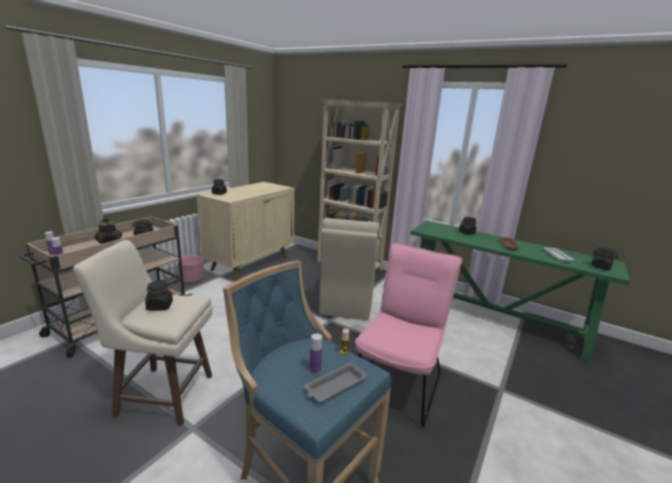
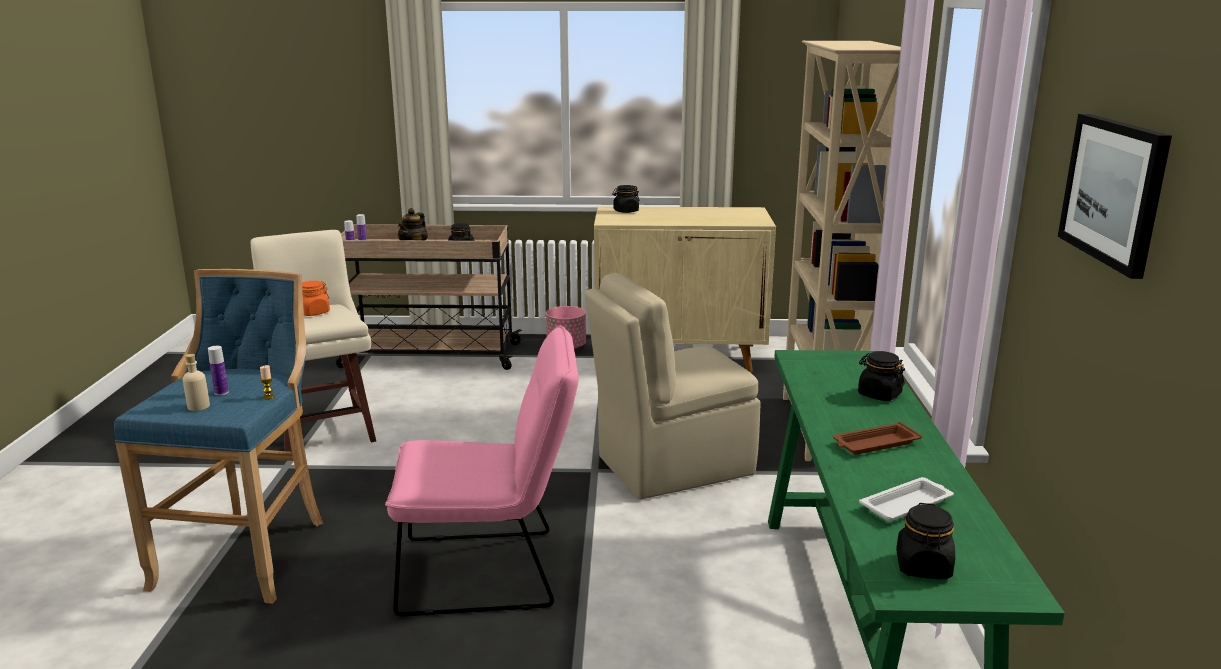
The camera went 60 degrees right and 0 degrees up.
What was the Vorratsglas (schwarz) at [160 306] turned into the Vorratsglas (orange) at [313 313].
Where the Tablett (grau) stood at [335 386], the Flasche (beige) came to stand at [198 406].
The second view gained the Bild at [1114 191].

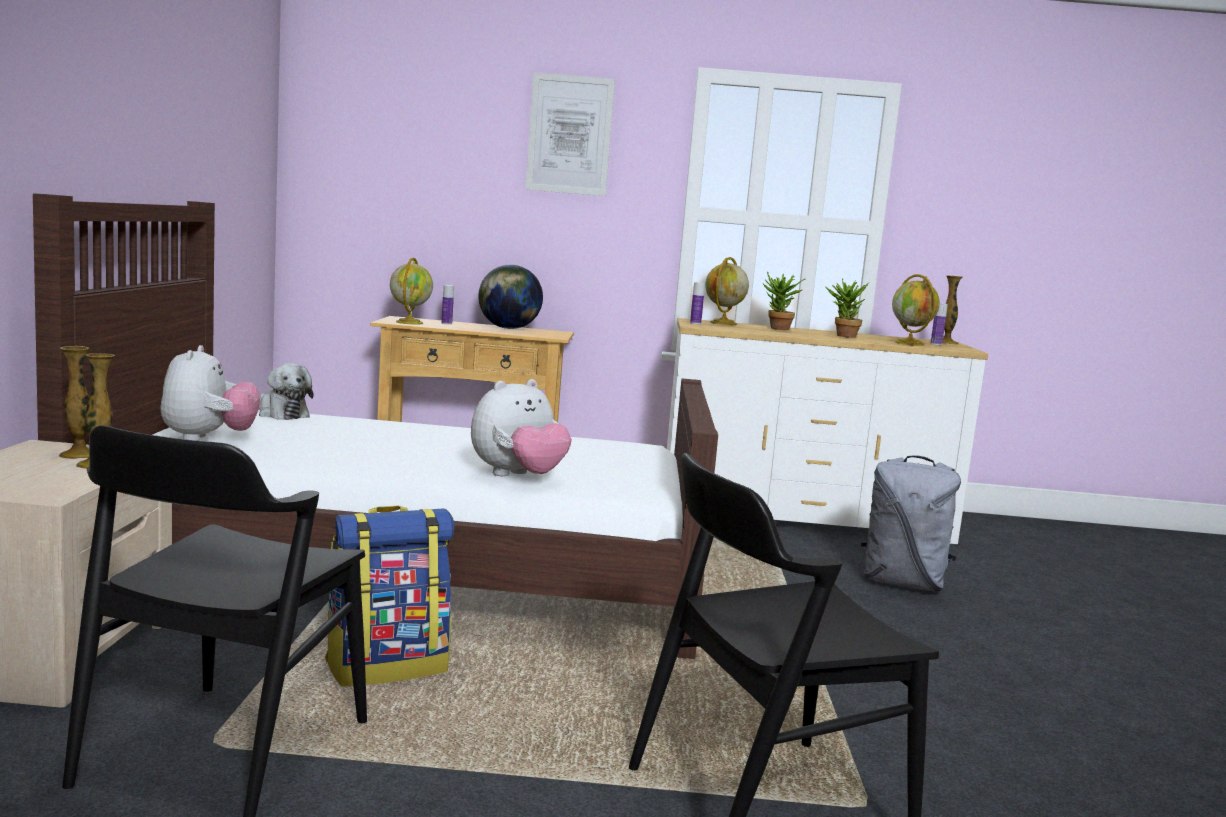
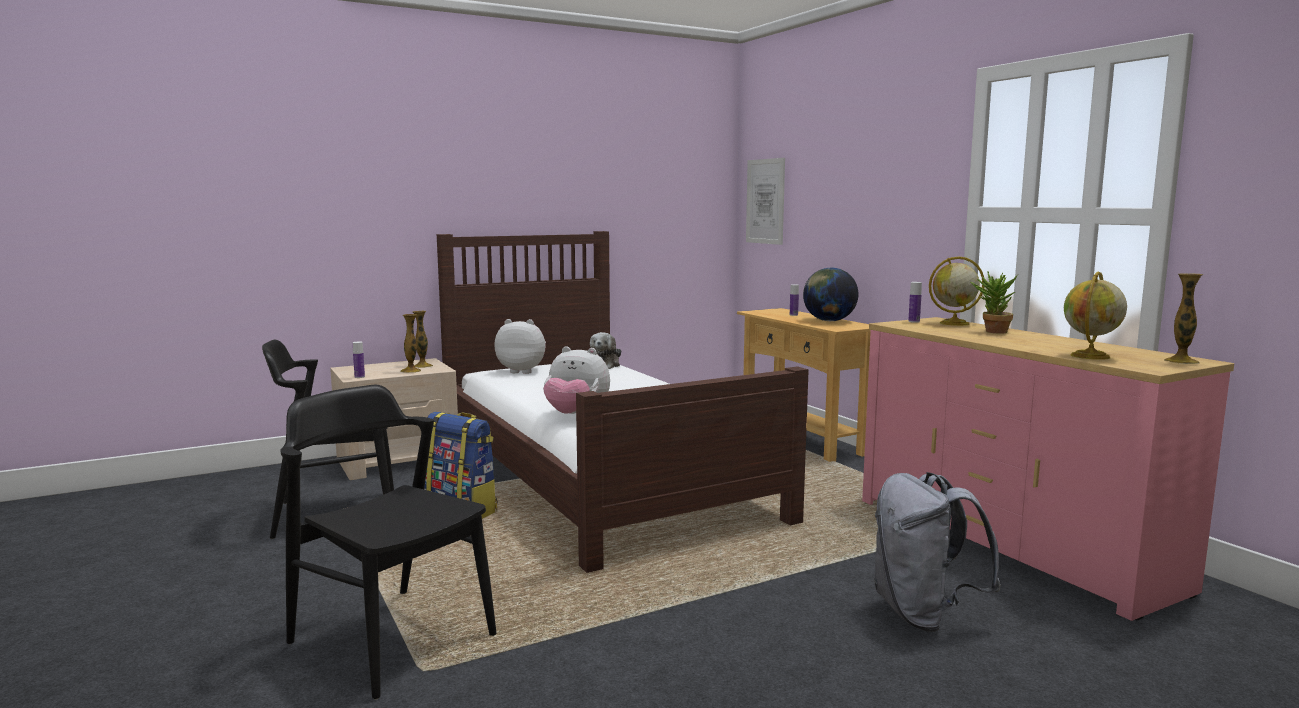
The camera went 60 degrees right and 0 degrees up.
The Bild ended up elsewhere, having gone from [570 135] to [765 201].
The second view lost the Globus at [409 322].
The second view lost the Topfpflanze at [842 336].
The Flasche ended up elsewhere, having gone from [936 344] to [359 377].
What was the Kommode (weiß) at [802 518] turned into the Kommode (rosa) at [1010 542].
The Plüschtier at [208 439] ended up facing another way, 135 degrees counterclockwise from before.

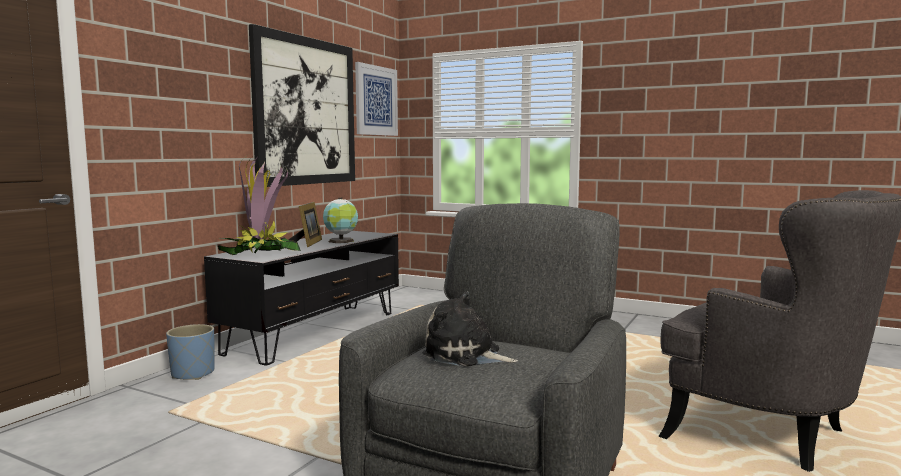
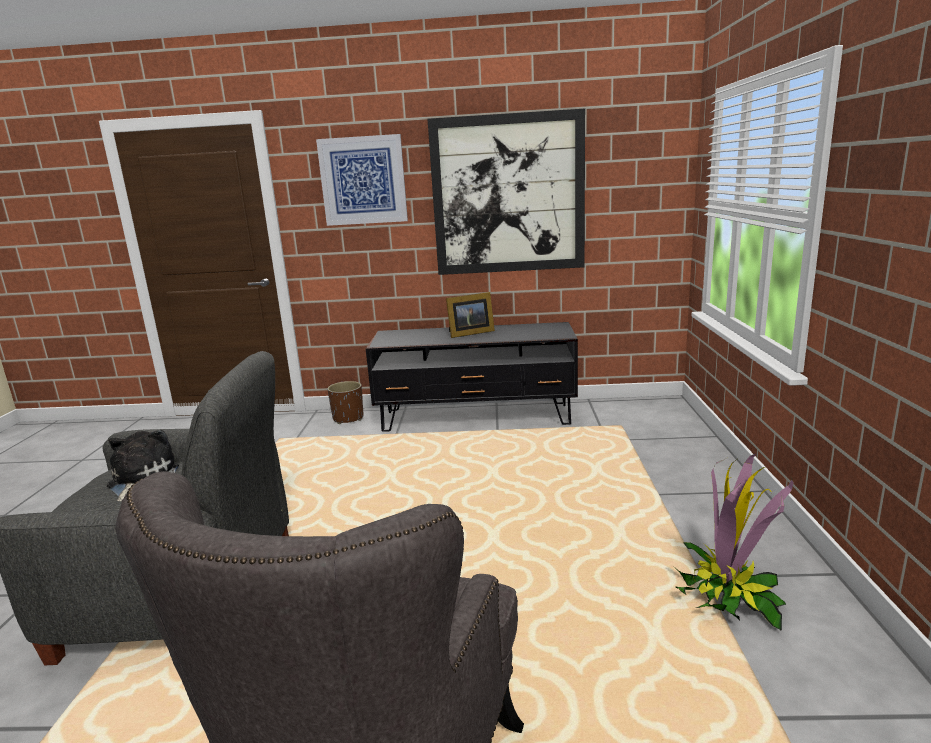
The camera went 65 degrees right and 10 degrees up.
The Bild ended up elsewhere, having gone from [376 100] to [363 180].
The Topfpflanze ended up elsewhere, having gone from [260 253] to [727 595].
The second view lost the Globus at [341 241].
What was the Pflanzkübel (blau) at [193 373] turned into the Pflanzkübel (braun) at [348 418].

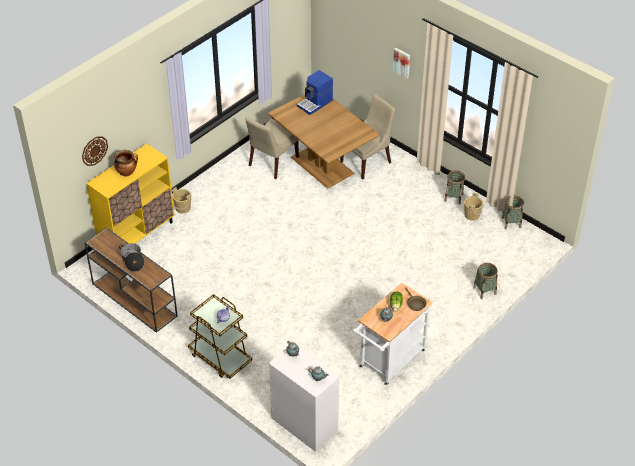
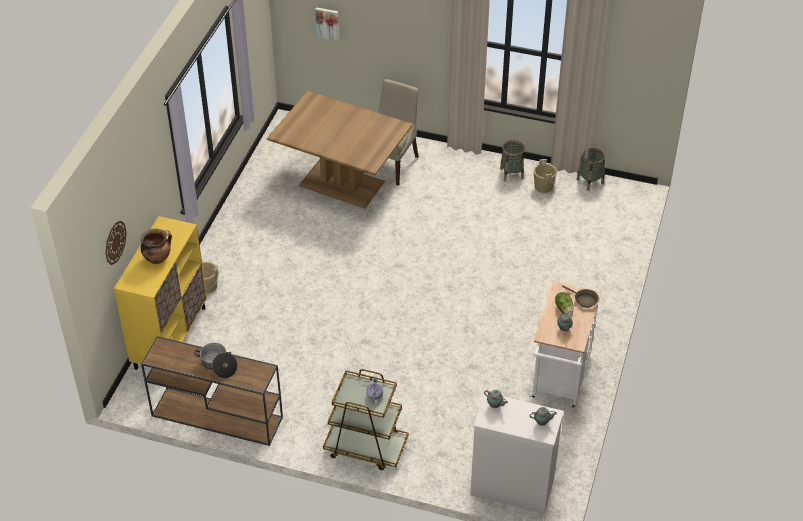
The camera went 25 degrees left and 0 degrees up.
The Bild ended up elsewhere, having gone from [402 62] to [327 23].
The second view lost the Kaffeemaschine at [315 103].
The second view lost the Stuhl (beige) at [272 163].
The second view lost the Korb at [484 290].

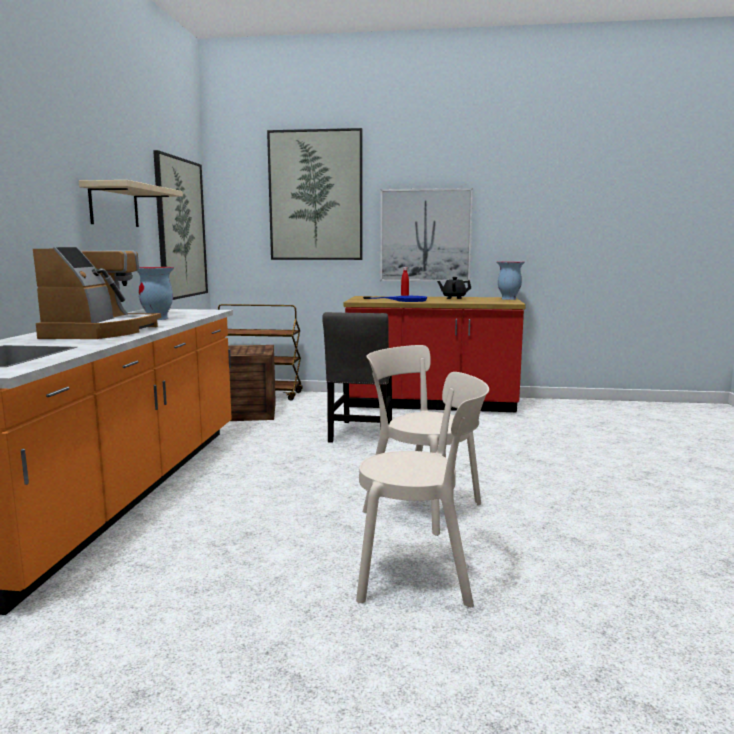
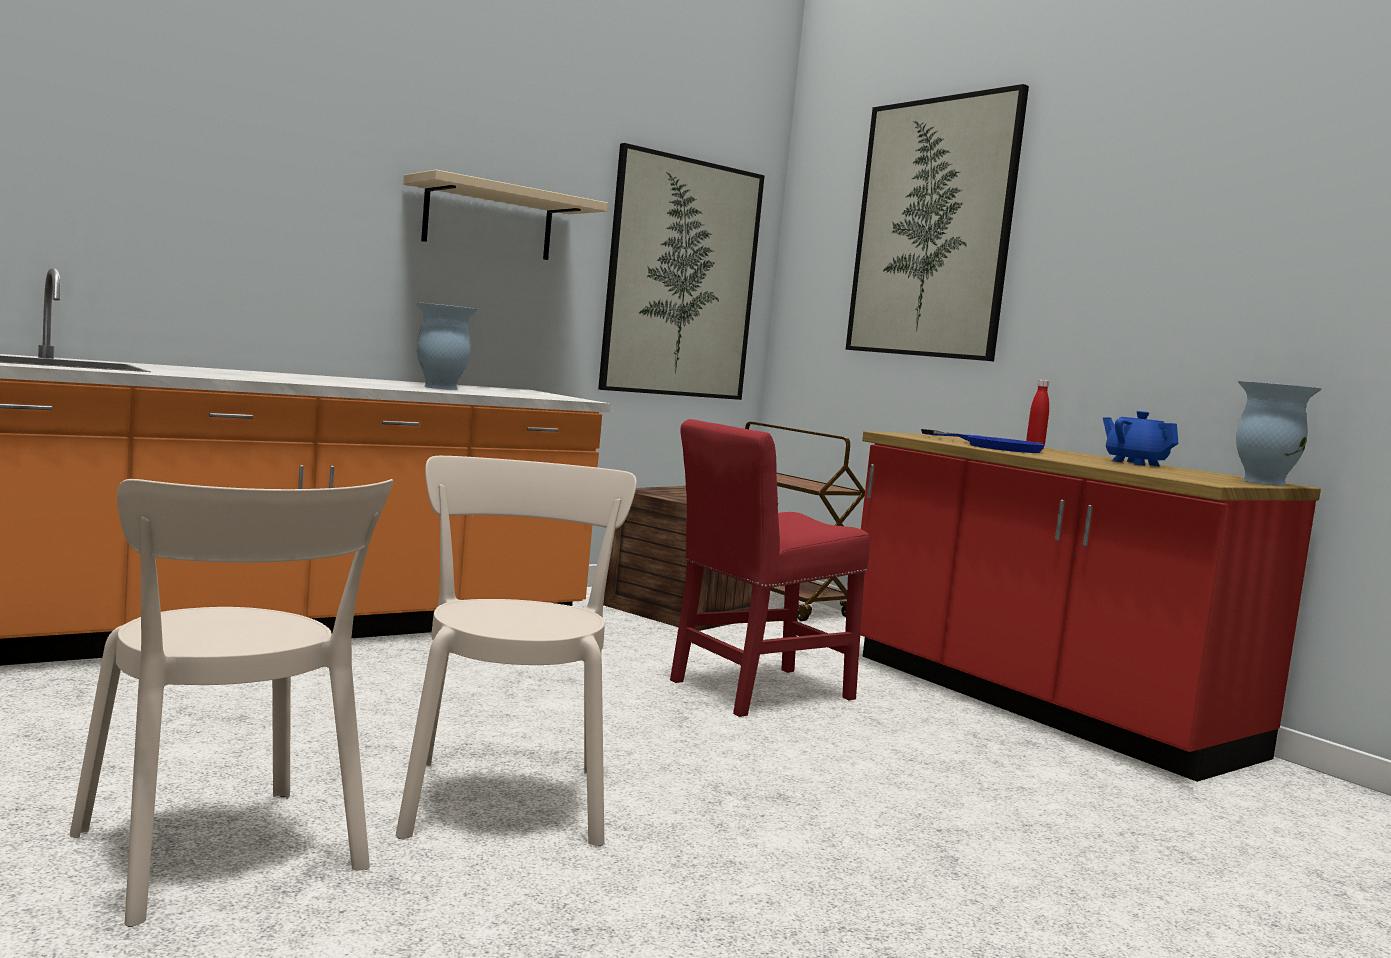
The camera went 45 degrees right and 5 degrees down.
The second view lost the Bild at [425 235].
The second view lost the Kaffeemaschine at [101 332].
What was the Teekanne (schwarz) at [453 298] turned into the Teekanne (blau) at [1135 463].
What was the Stuhl (grau) at [361 434] turned into the Stuhl (rot) at [755 691].

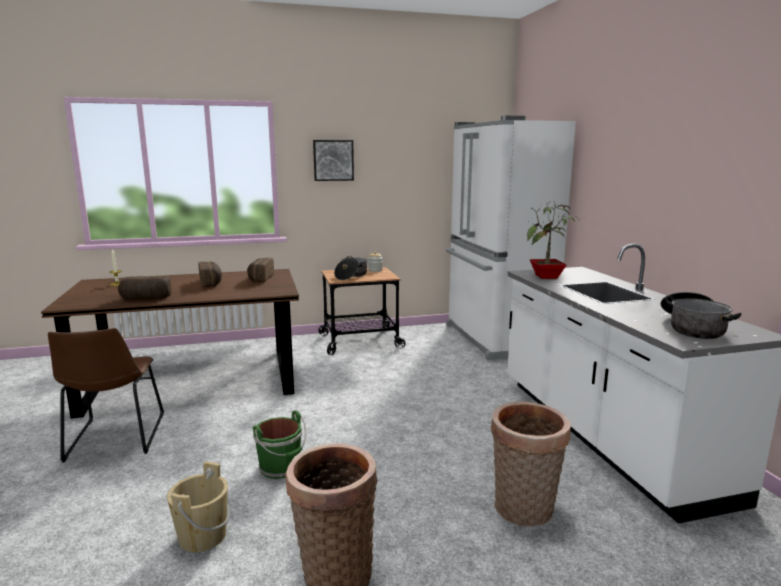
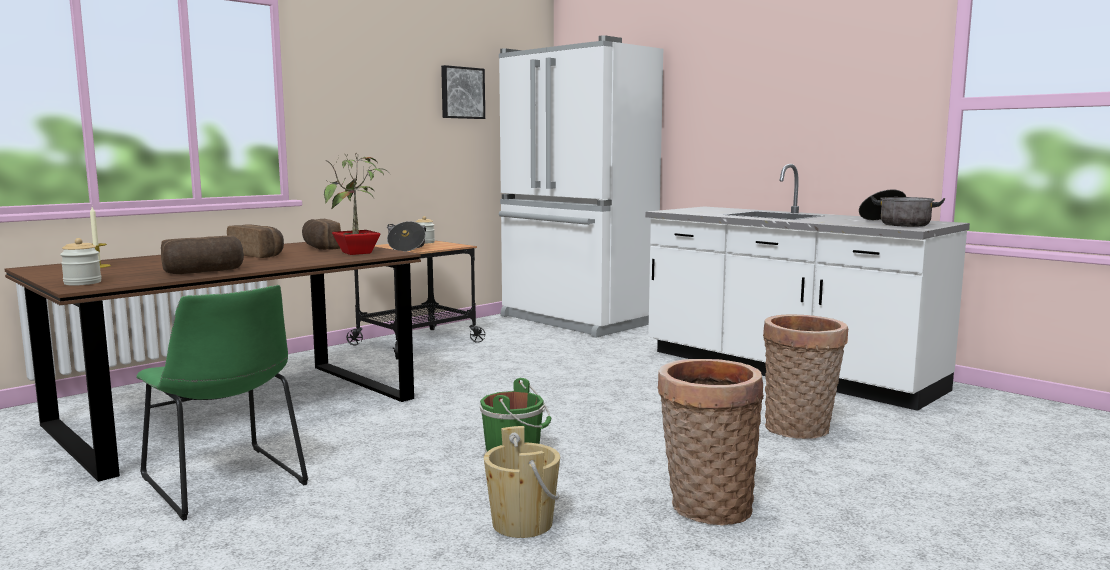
The camera went 30 degrees left and 5 degrees down.
The Bild ended up elsewhere, having gone from [333 160] to [461 93].
The Topfpflanze ended up elsewhere, having gone from [547 277] to [357 253].
What was the Stuhl (braun) at [115 439] turned into the Stuhl (grün) at [226 483].
The second view gained the Vorratsglas at [82 283].

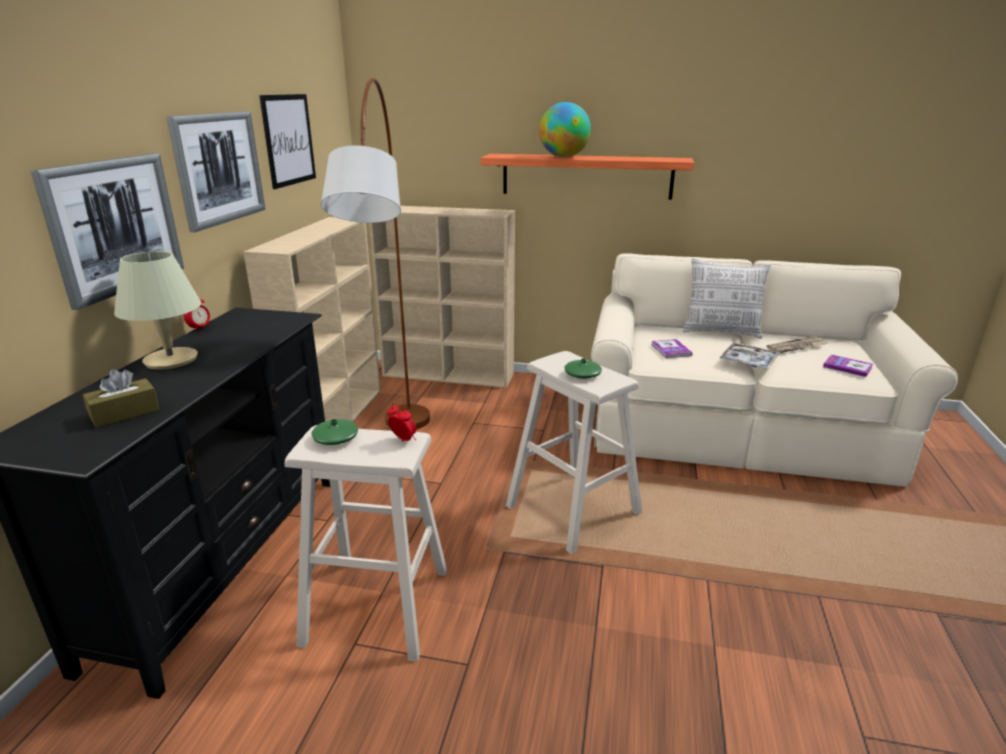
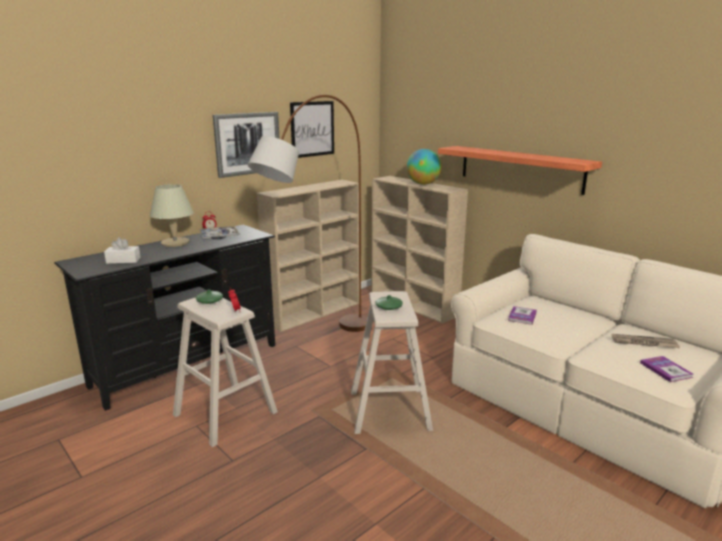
The camera went 35 degrees right and 5 degrees down.
The Globus ended up elsewhere, having gone from [563 157] to [423 184].
The second view lost the Bild at [115 226].
The second view lost the Kissen at [721 332].
The Tablett ended up elsewhere, having gone from [748 362] to [219 237].
What was the Taschentuchbox (braun) at [125 413] turned into the Taschentuchbox (weiß) at [123 260].

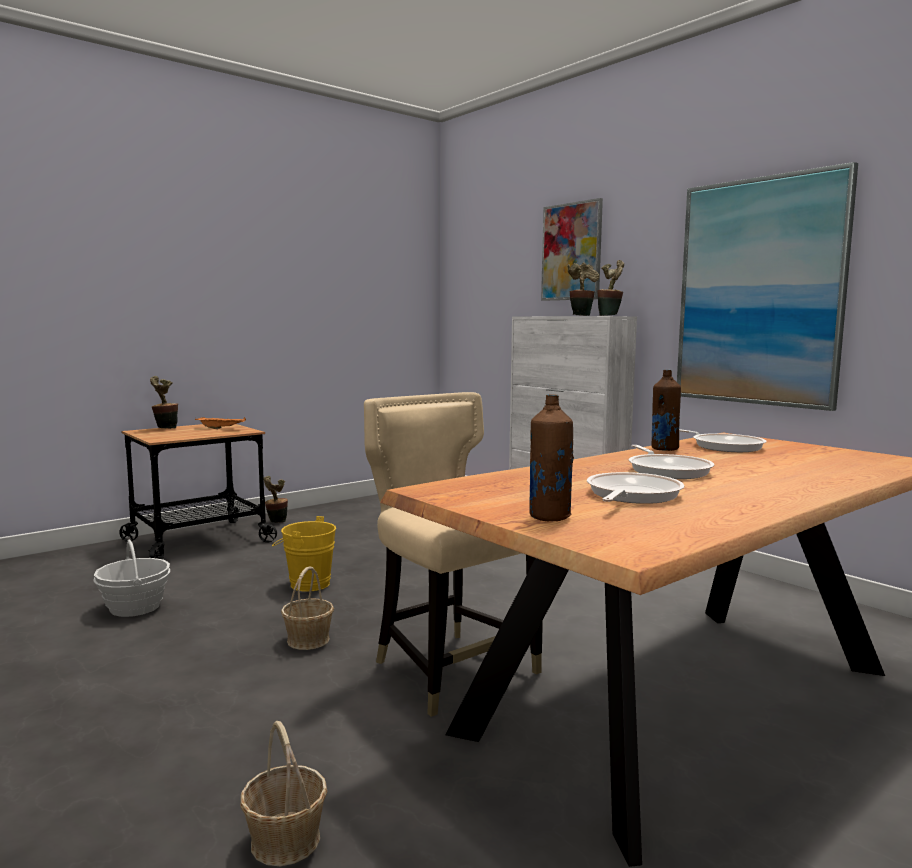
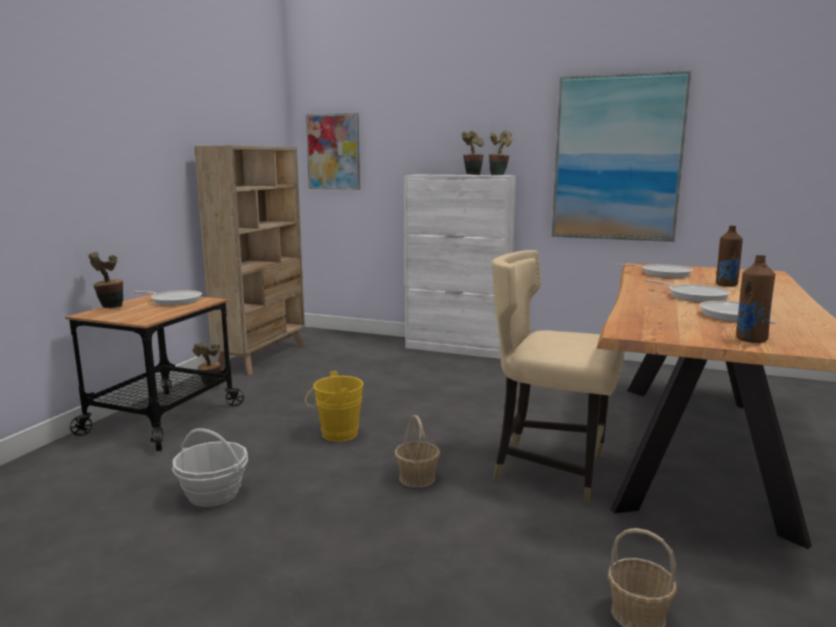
The camera went 30 degrees left and 5 degrees up.
The Bild ended up elsewhere, having gone from [571 252] to [333 152].
The Flasche (braun) ended up elsewhere, having gone from [664 449] to [726 285].
Where the Tablett (orange) stood at [222 428], the Pfanne came to stand at [174 300].
The second view gained the Bücherregal (beige) at [263 357].

